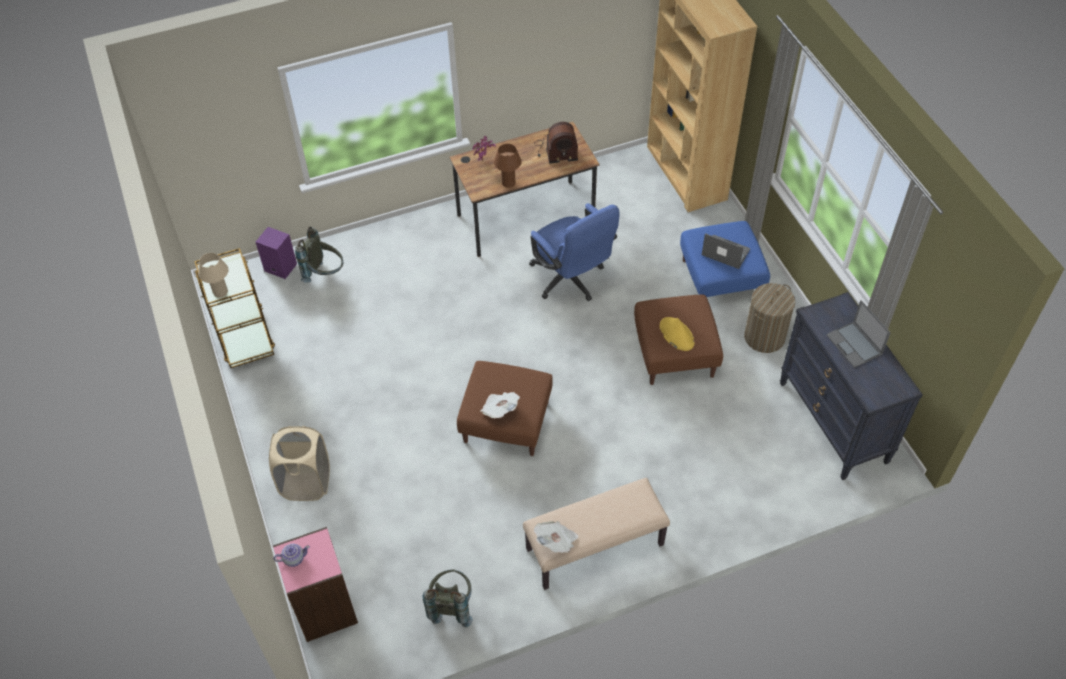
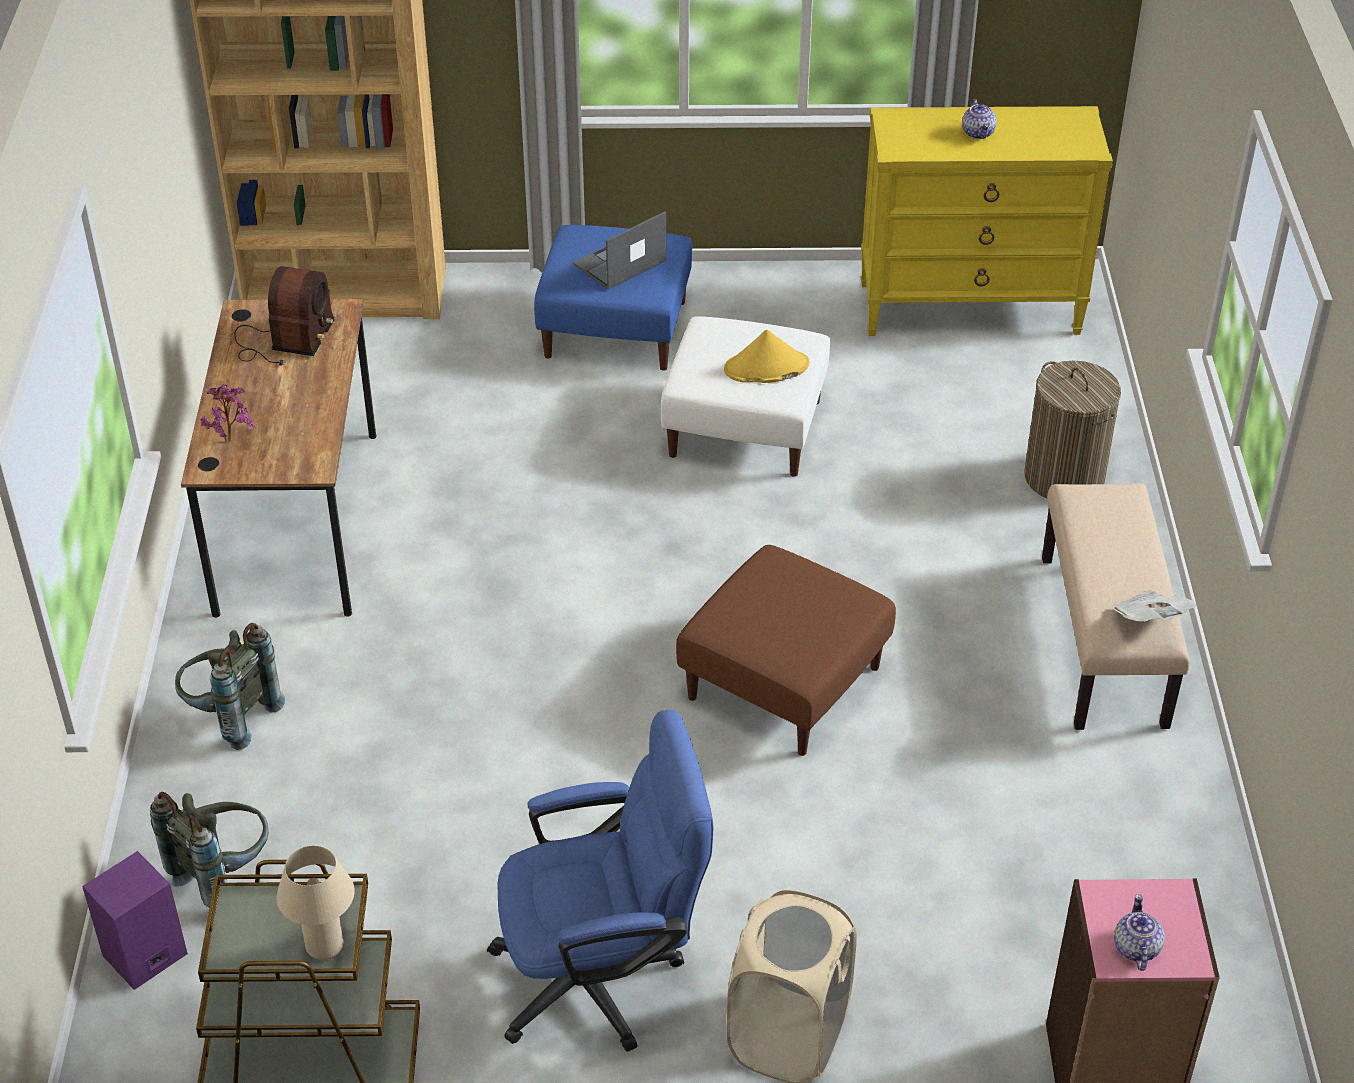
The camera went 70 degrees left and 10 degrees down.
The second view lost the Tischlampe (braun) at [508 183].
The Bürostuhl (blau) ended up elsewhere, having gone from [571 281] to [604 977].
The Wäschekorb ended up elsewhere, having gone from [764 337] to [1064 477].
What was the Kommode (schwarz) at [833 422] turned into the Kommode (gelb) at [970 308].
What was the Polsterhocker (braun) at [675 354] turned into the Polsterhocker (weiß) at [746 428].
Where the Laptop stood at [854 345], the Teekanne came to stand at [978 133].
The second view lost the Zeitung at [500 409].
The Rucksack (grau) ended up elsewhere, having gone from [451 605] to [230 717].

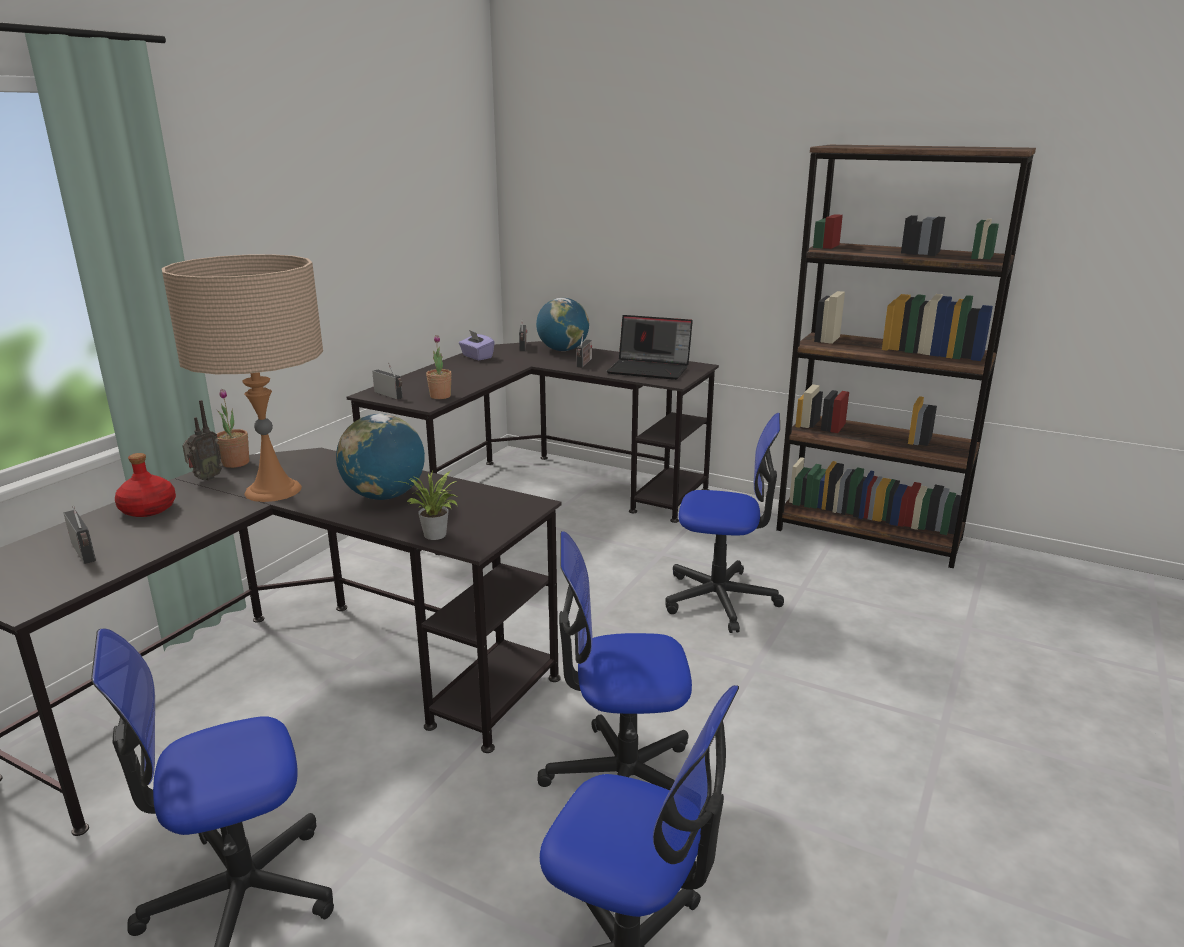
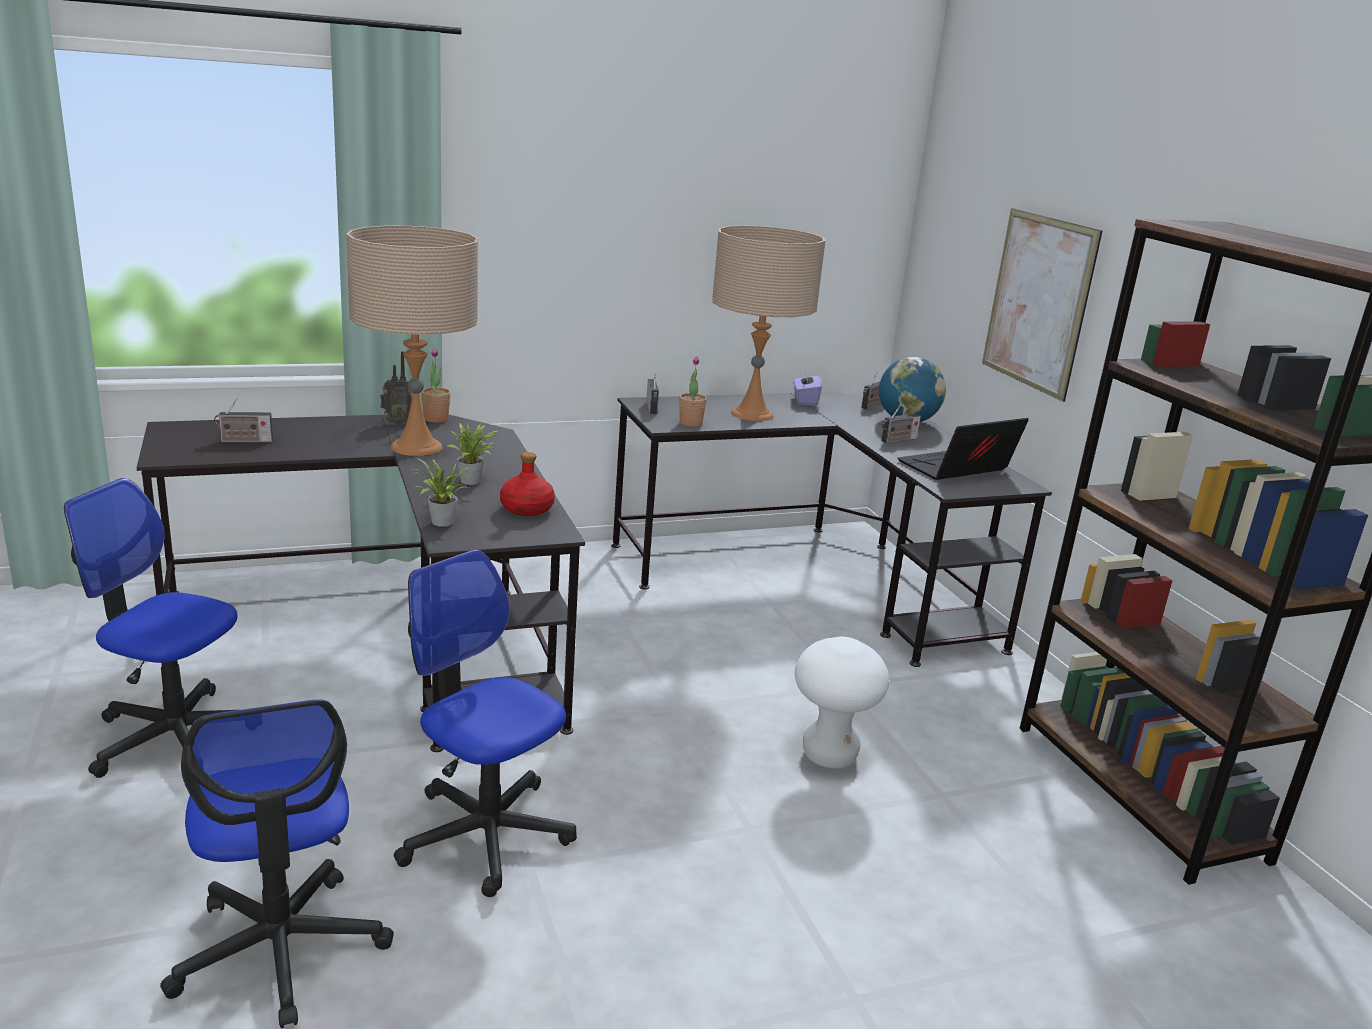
The camera went 40 degrees right and 0 degrees up.
The Laptop at [650 369] ended up facing another way, 90 degrees clockwise from before.
Where the Bürostuhl stood at [720 599], the Hocker (weiß) came to stand at [829 755].
Where the Globus stood at [384 496], the Topfpflanze came to stand at [473 481].
The Flasche (rot) ended up elsewhere, having gone from [148 509] to [527 508].
The Radio at [85 552] ended up facing another way, 75 degrees clockwise from before.
The second view gained the Bild at [1038 302].
The second view gained the Tischlampe (beige) at [752 414].

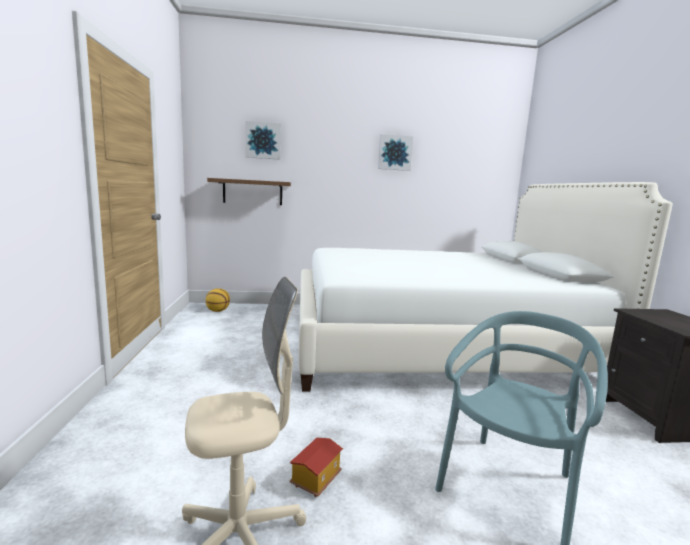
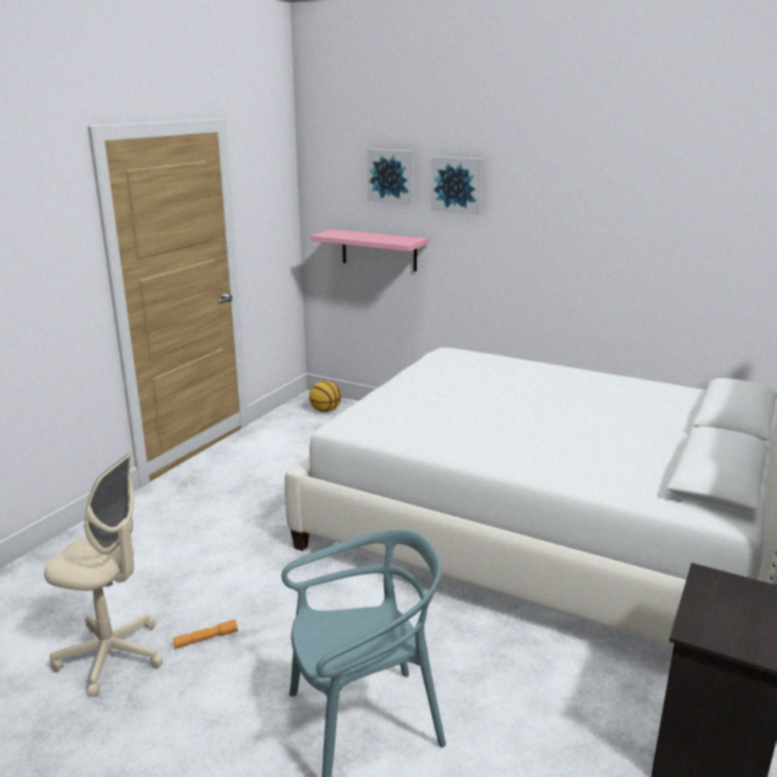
The camera went 35 degrees right and 10 degrees up.
The Bild ended up elsewhere, having gone from [395 153] to [458 184].
What was the Wandregal (braun) at [252 192] turned into the Wandregal (rosa) at [379 250].
Where the Spielzeughaus stood at [315 479], the Taschenlampe (orange) came to stand at [206 639].

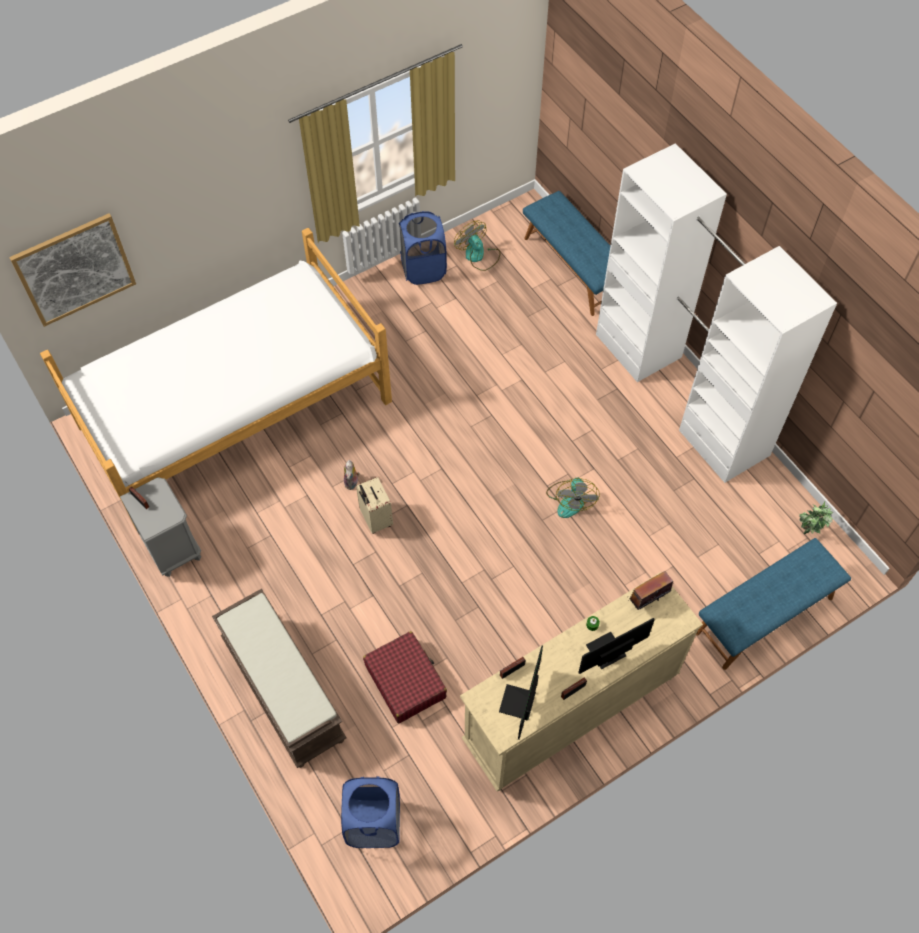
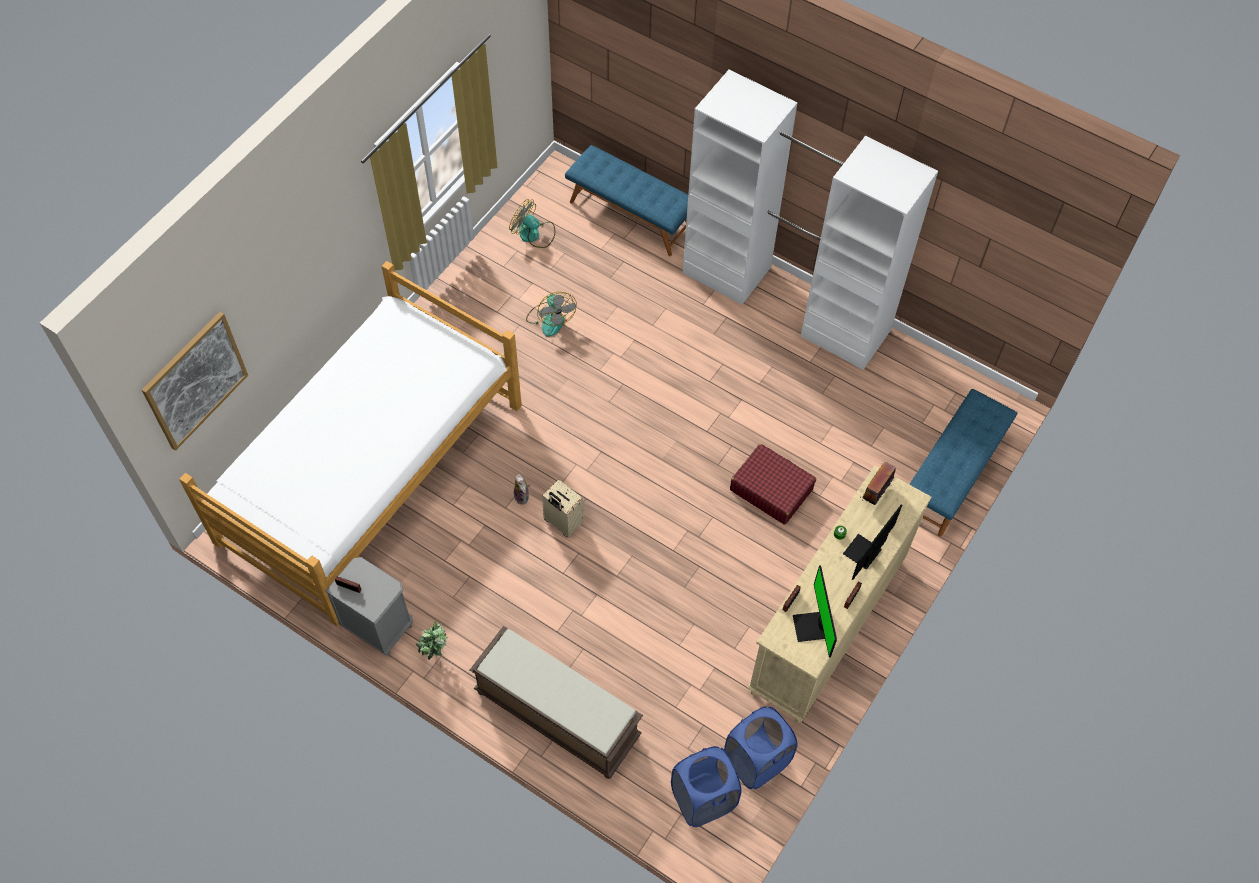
The camera went 25 degrees left and 0 degrees up.
The Wäschekorb (blau) ended up elsewhere, having gone from [423 269] to [756 760].
The Ventilator ended up elsewhere, having gone from [570 499] to [550 319].
The Topfpflanze ended up elsewhere, having gone from [808 532] to [435 654].
The Koffer (rot) ended up elsewhere, having gone from [405 681] to [771 489].

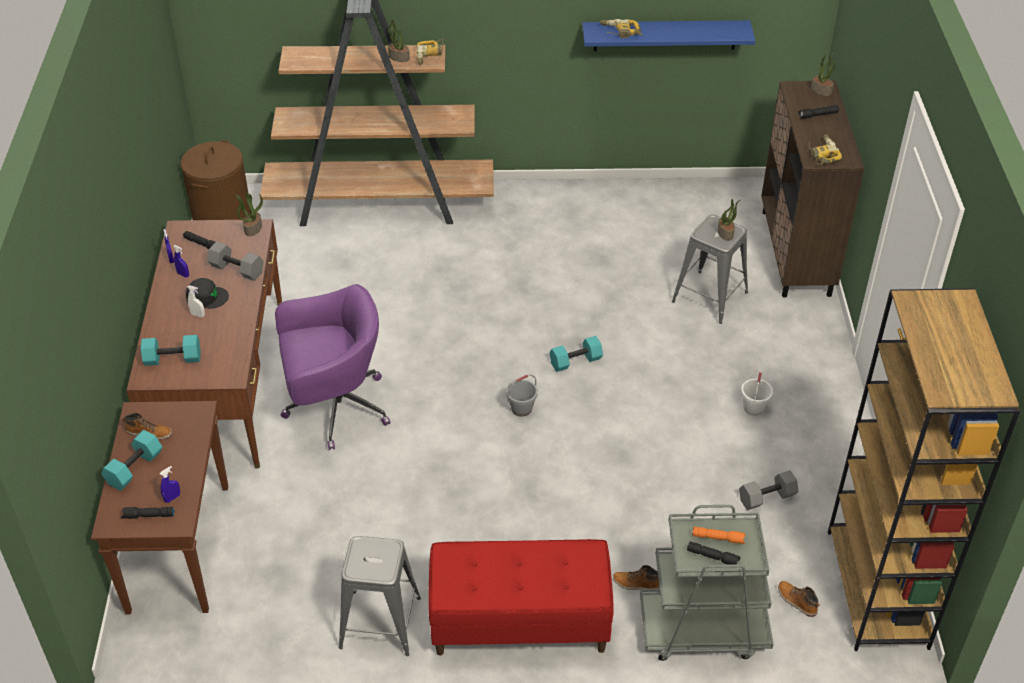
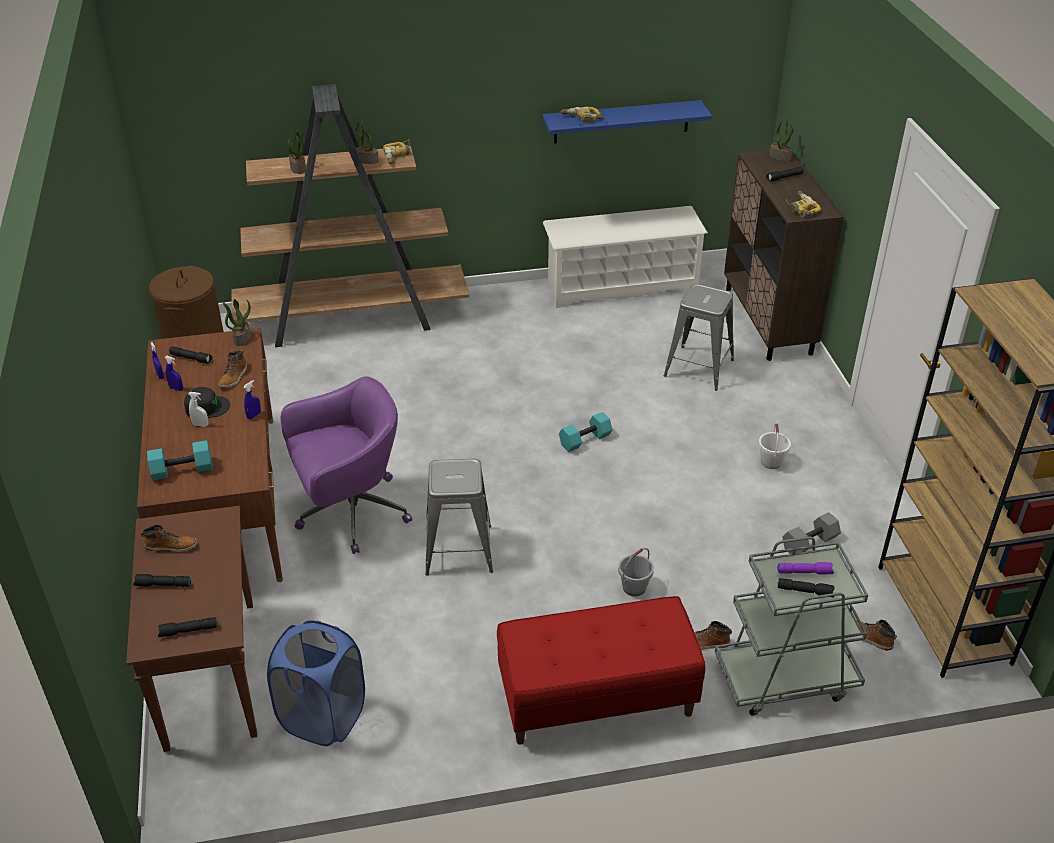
The camera went 10 degrees left and 5 degrees down.
The Topfpflanze ended up elsewhere, having gone from [726 233] to [298 168].
Where the Hantel (grau) stood at [237 269], the Stiefel came to stand at [234 377].
The Eimer (grau) ended up elsewhere, having gone from [521 409] to [634 588].
Where the Hantel (türkis) stood at [135 469], the Taschenlampe (schwarz) came to stand at [162 585].
The Sprühflasche (blau) ended up elsewhere, having gone from [172 498] to [254 415].
What was the Taschenlampe (orange) at [718 538] turned into the Taschenlampe (lila) at [805 572].
The Hocker (grau) ended up elsewhere, having gone from [380 622] to [459 550].
The second view gained the Schuhregal (weiß) at [621 286].
The second view gained the Wäschekorb (blau) at [322 717].

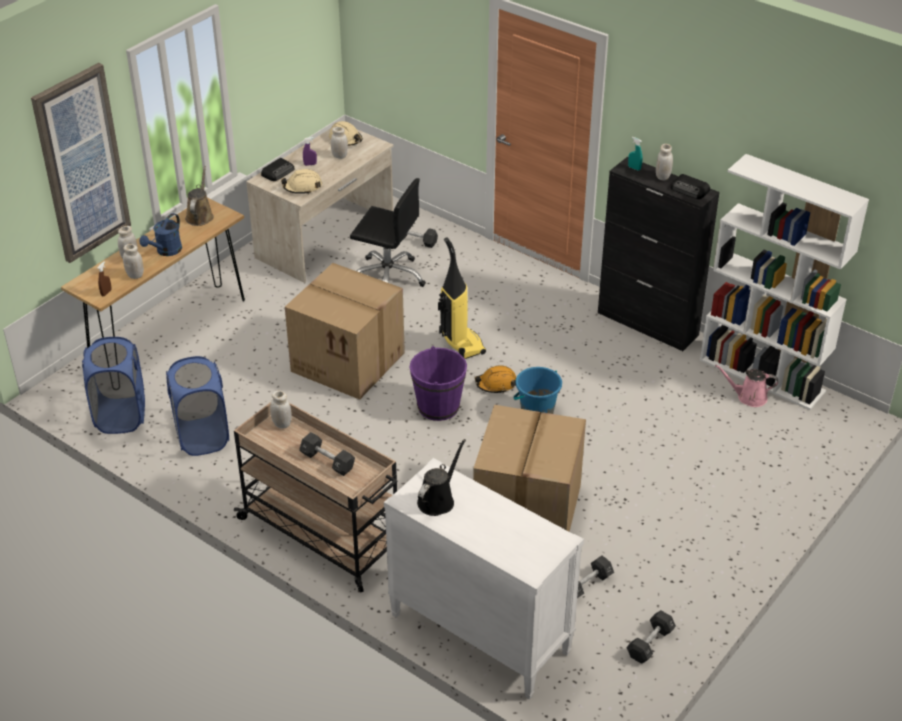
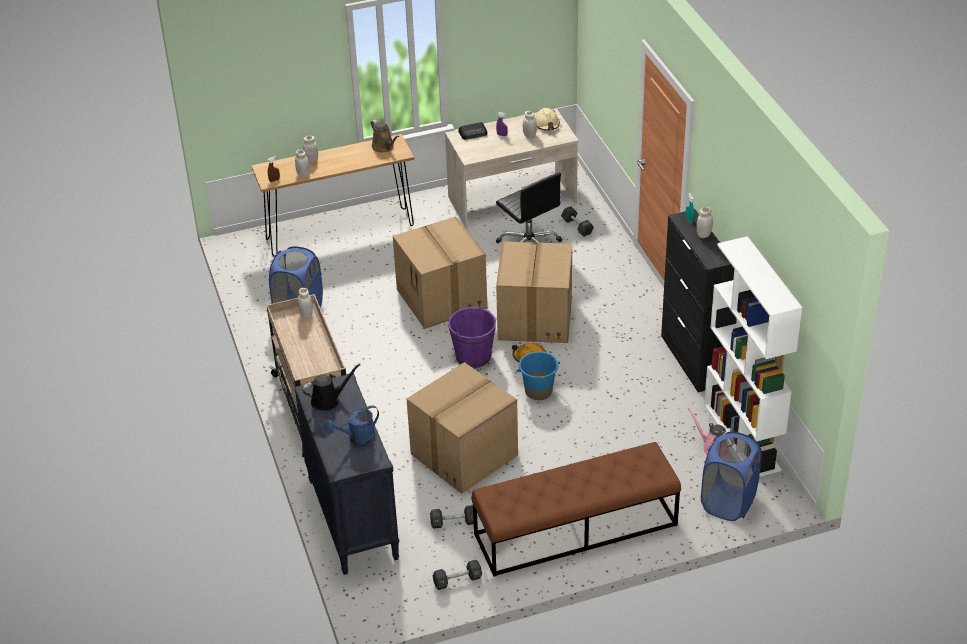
The camera went 35 degrees right and 0 degrees up.
The second view lost the Bild at [81 164].
The Gießkanne (braun) at [200 216] ended up facing another way, 105 degrees clockwise from before.
The second view lost the Schutzhelm (beige) at [302 187].
The second view lost the Radio at [690 190].
The Gießkanne (blau) ended up elsewhere, having gone from [166 251] to [357 438].
Where the Staubsauger stood at [460 343], the Karton came to stand at [534 318].
The Wäschekorb (blau) ended up elsewhere, having gone from [120 416] to [728 502].
The second view lost the Hantel (schwarz) at [327 461].
What was the Kommode (weiß) at [479 633] turned into the Kommode (schwarz) at [352 519].
The second view gained the Bank (braun) at [575 529].

